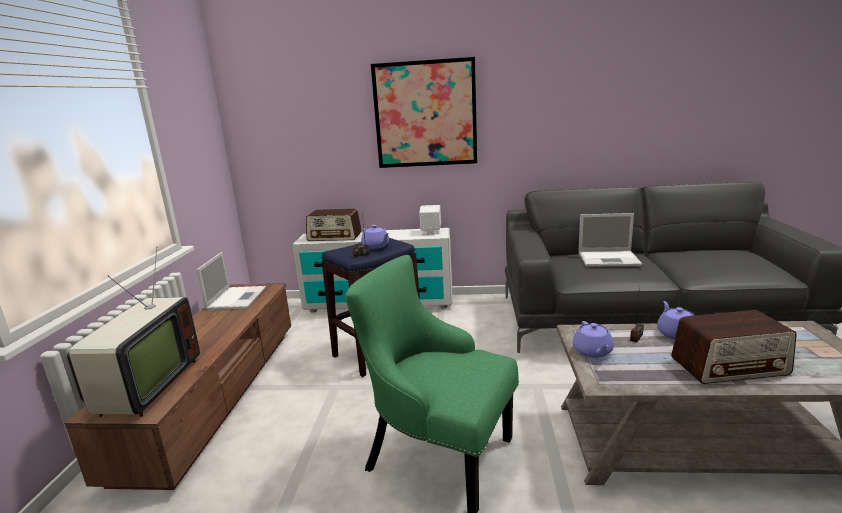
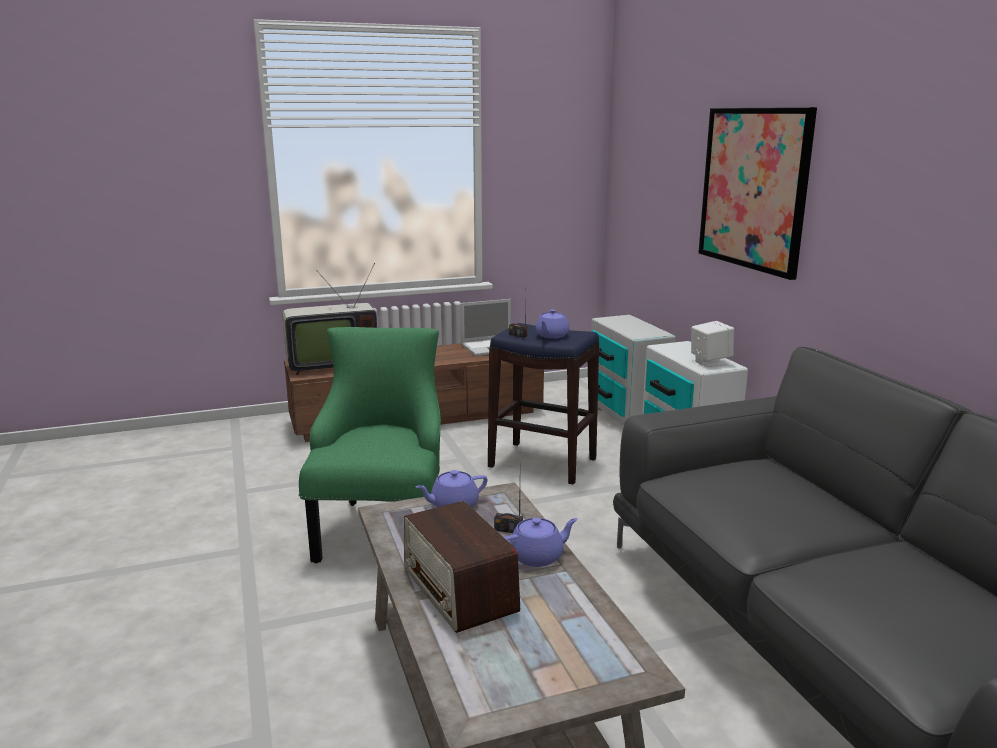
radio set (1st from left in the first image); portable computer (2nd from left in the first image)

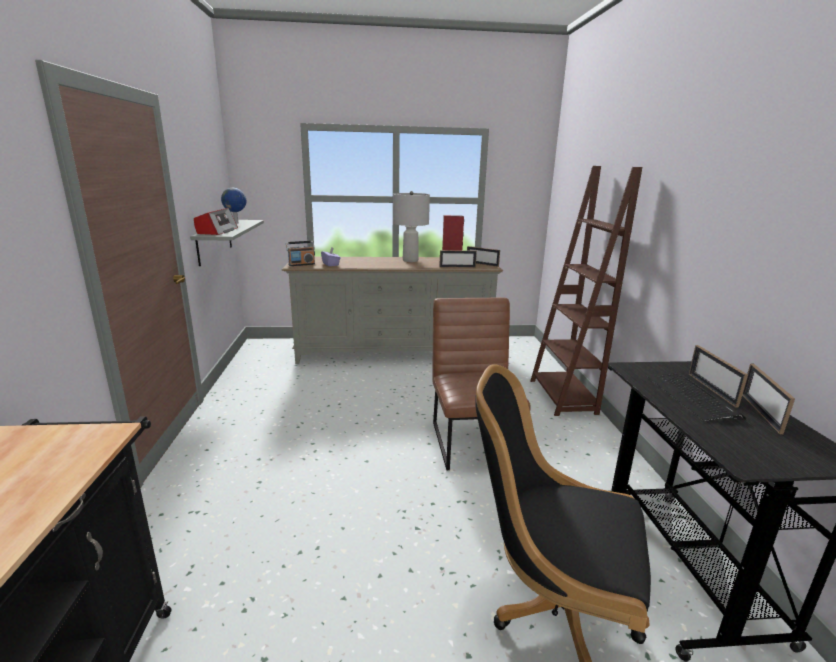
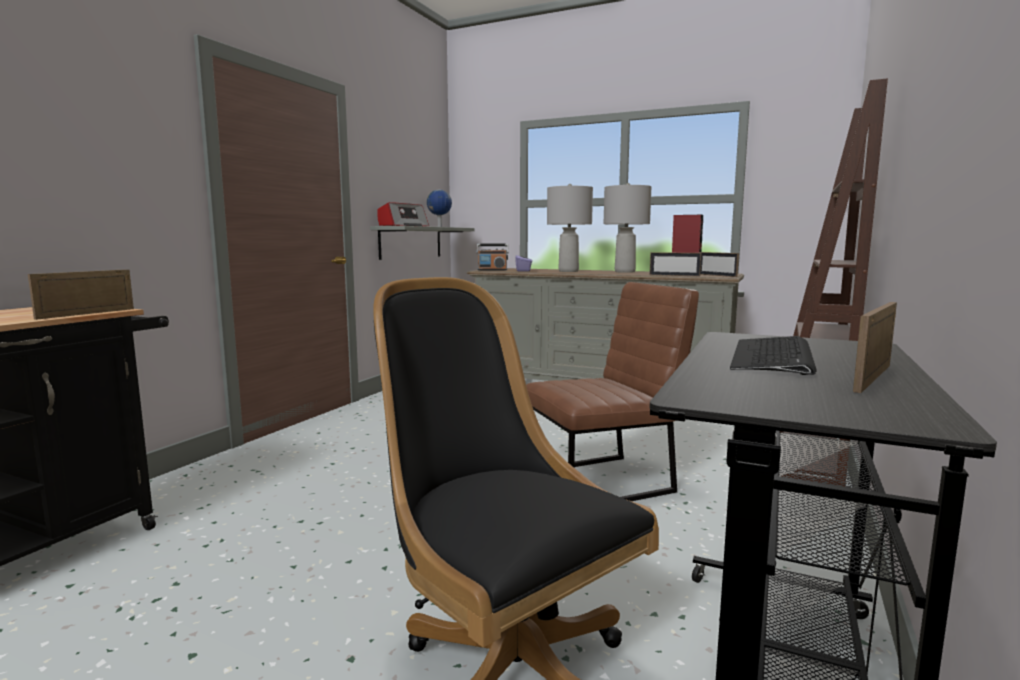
upright chair (brownish); picture frame (1st from left); lamp for a table (grey) (1st from left)

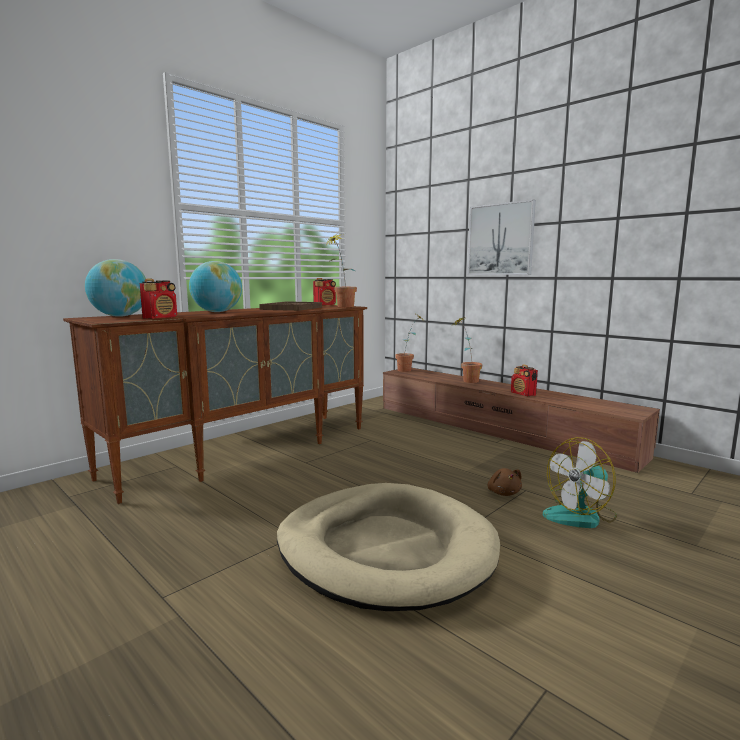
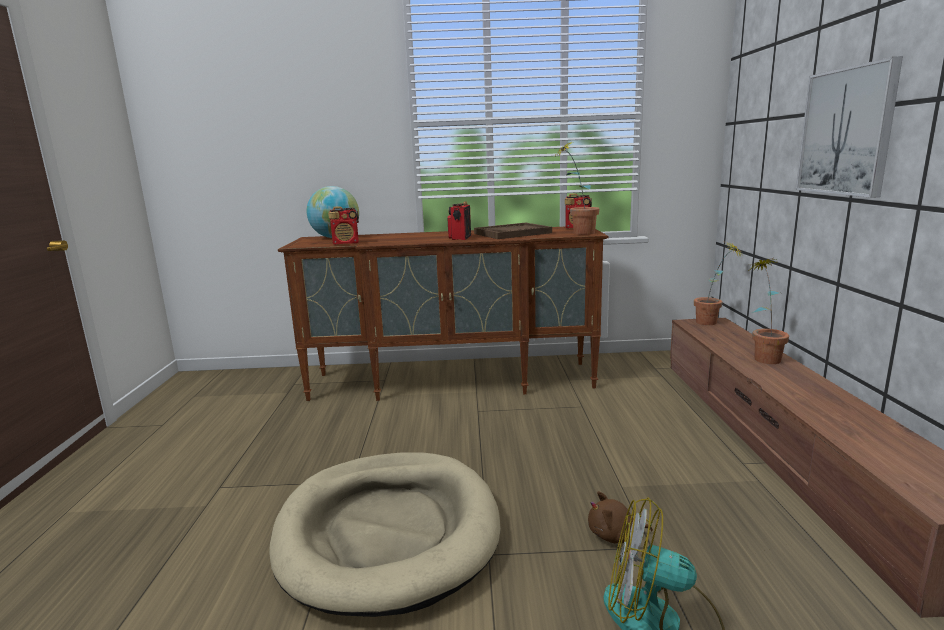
world globe (2nd from left in the first image); radio set (2nd from left); cuddly toy (brownish)

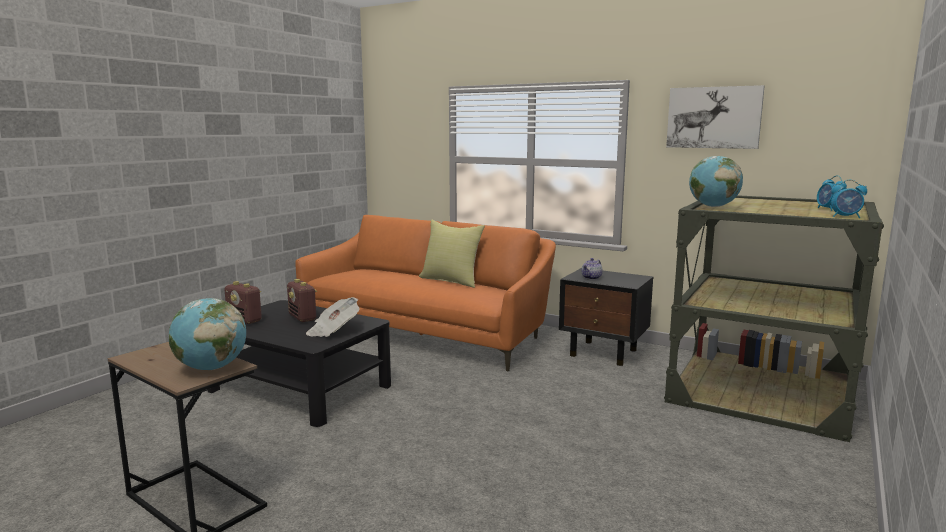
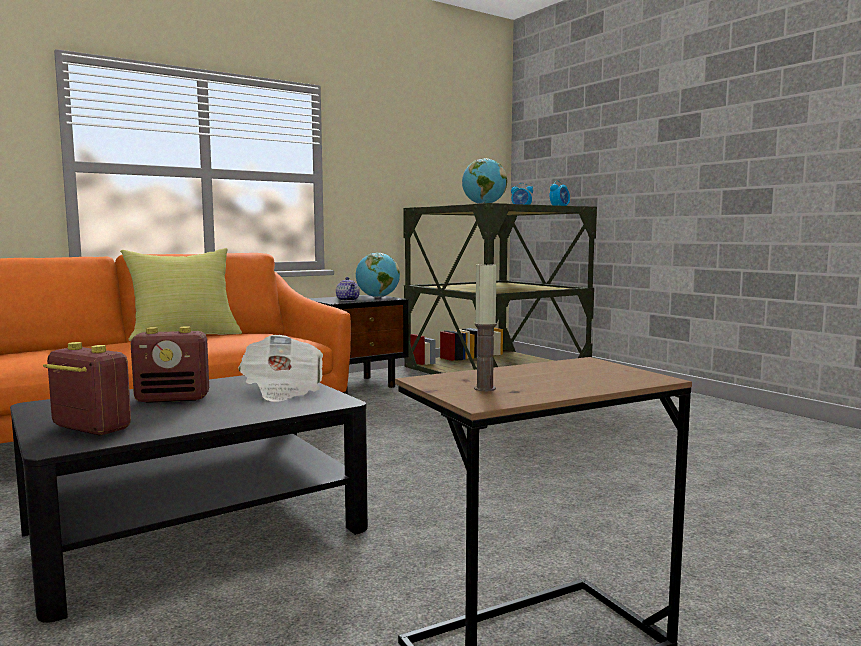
picture; radio set (1st from left); world globe (1st from left); wax light

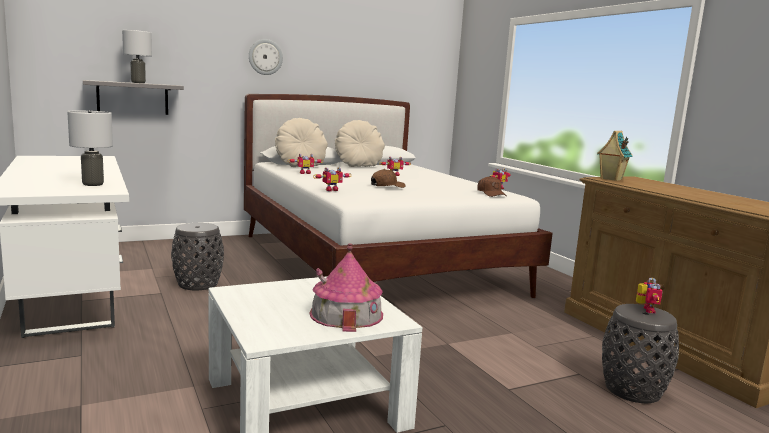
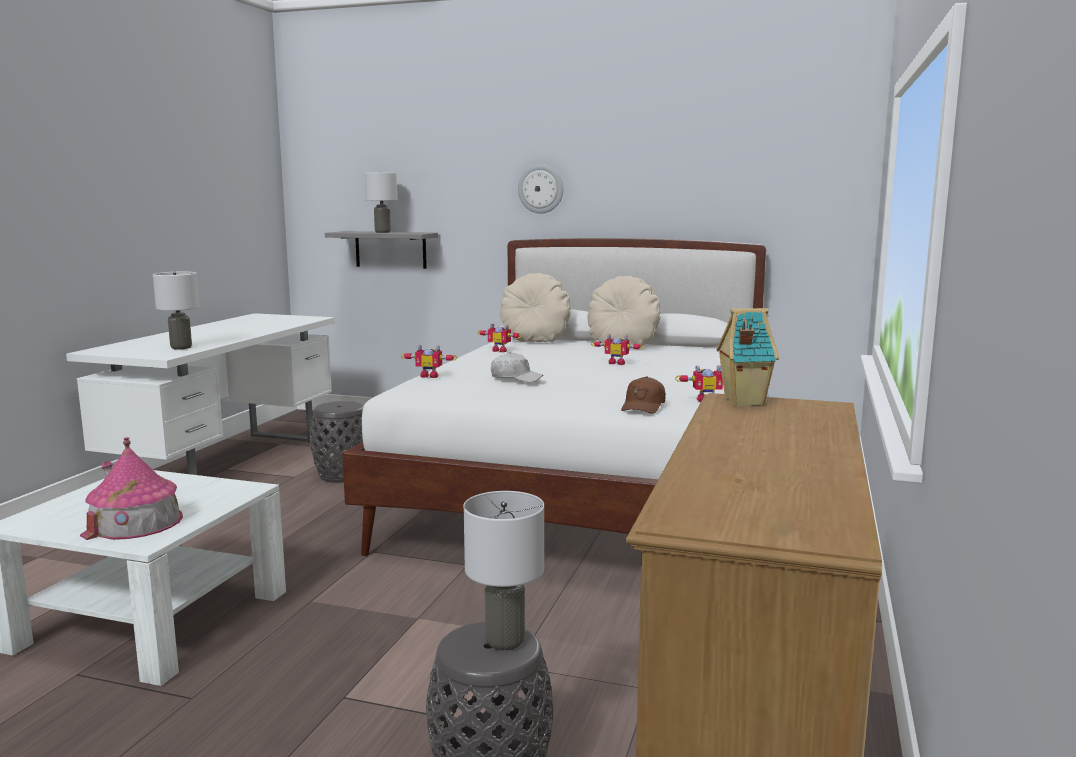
cap (whitish); lamp for a table (whitish) (3rd from left)

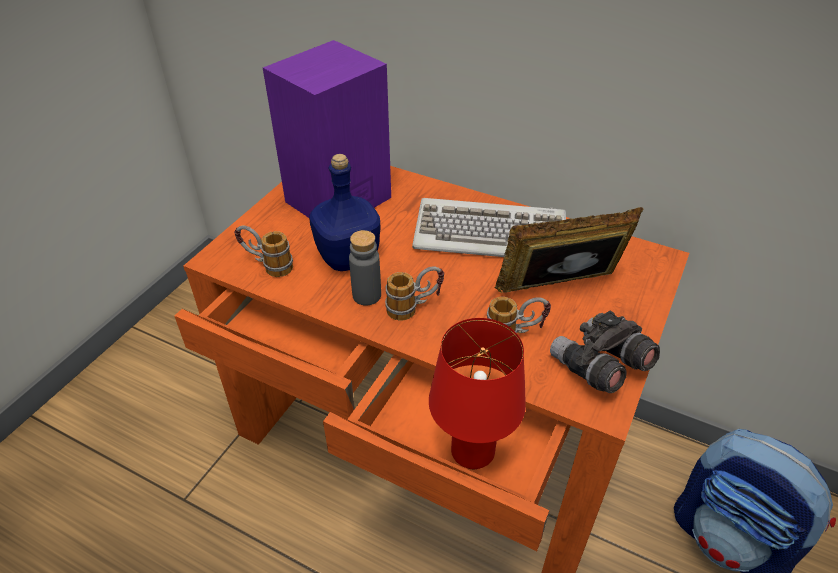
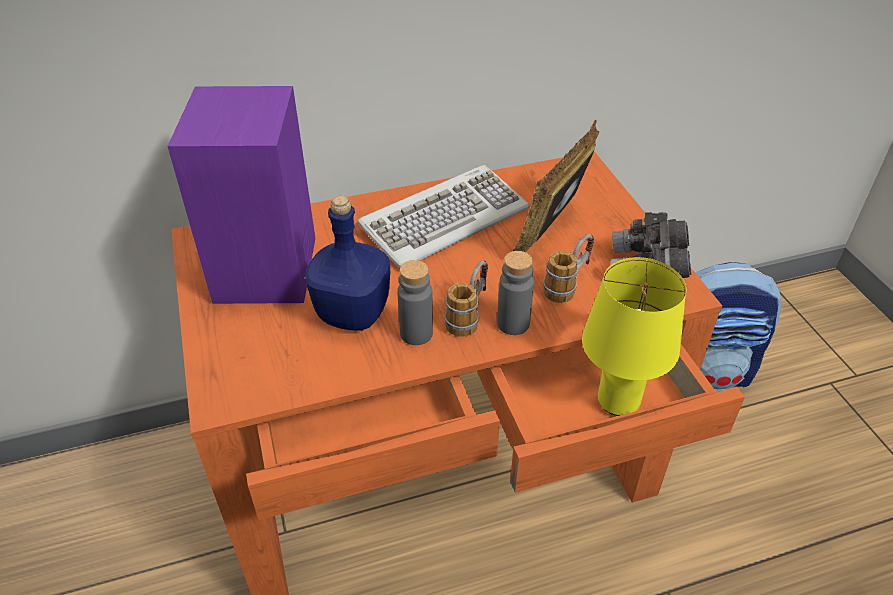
mug (1st from left in the first image); lamp for a table (yellow-coloured); beverage bottle (grey) (2nd from left)

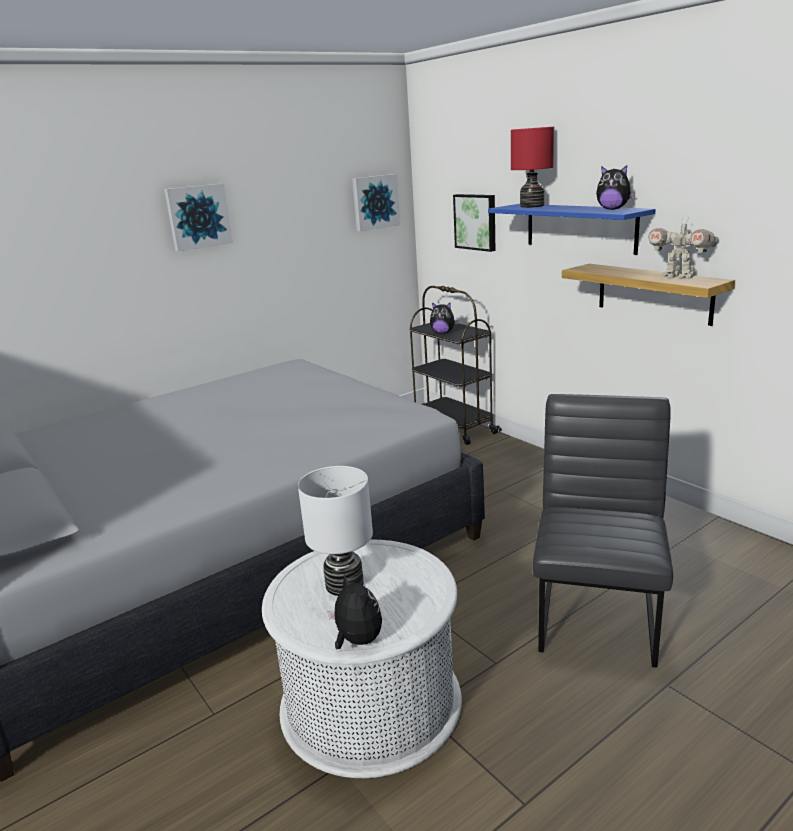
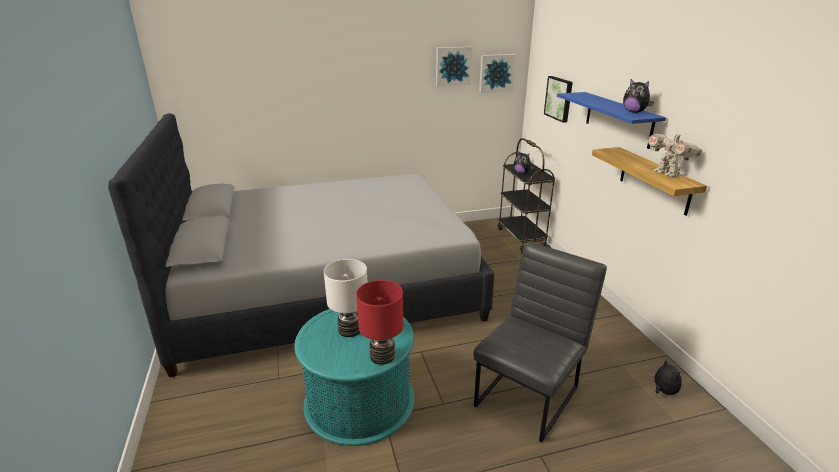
lamp for a table (reddish); picture (1st from left); coffee table (turquoise-coloured); cuddly toy (3rd from left)

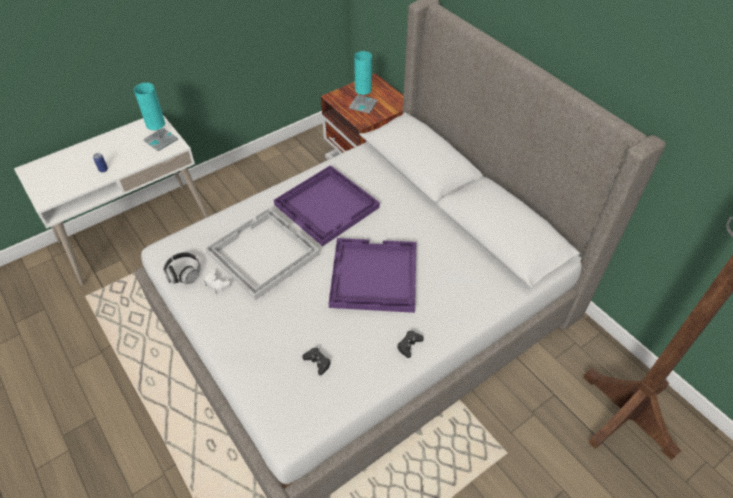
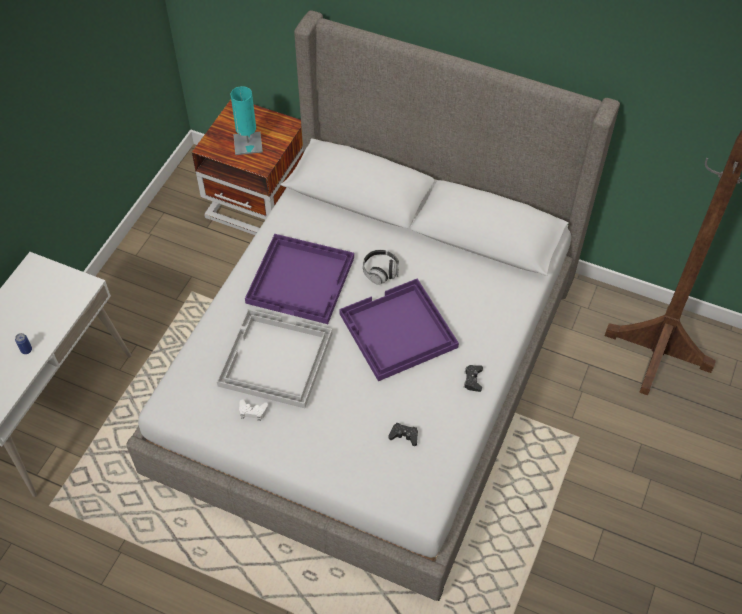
lamp for a table (turquoise-coloured) (1st from left in the first image); headset

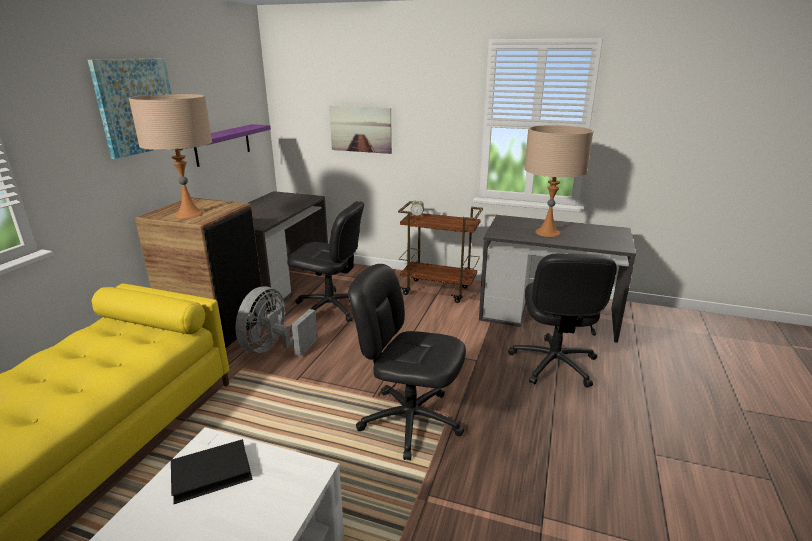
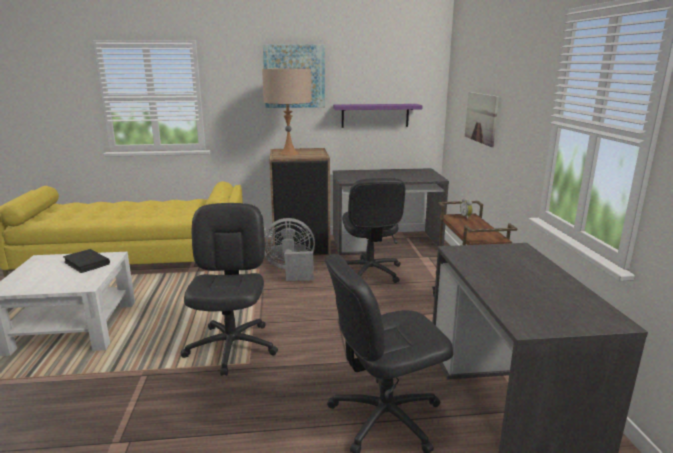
lamp for a table (beige) (2nd from left in the first image)

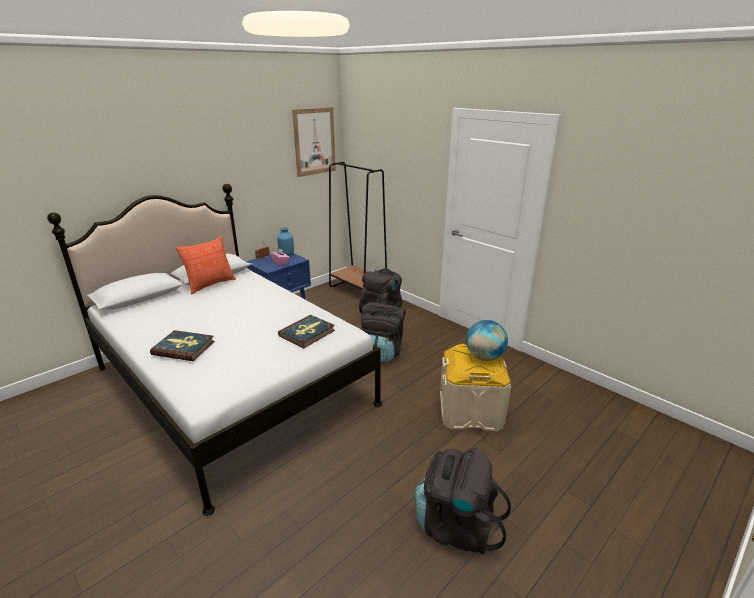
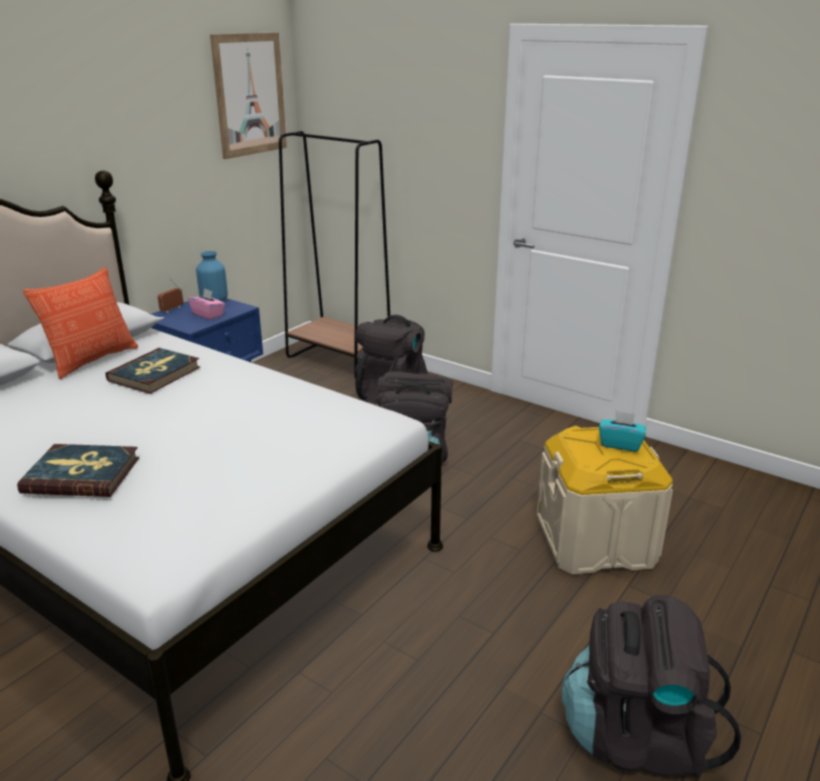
book (2nd from left); tissue holder (turquoise-coloured)

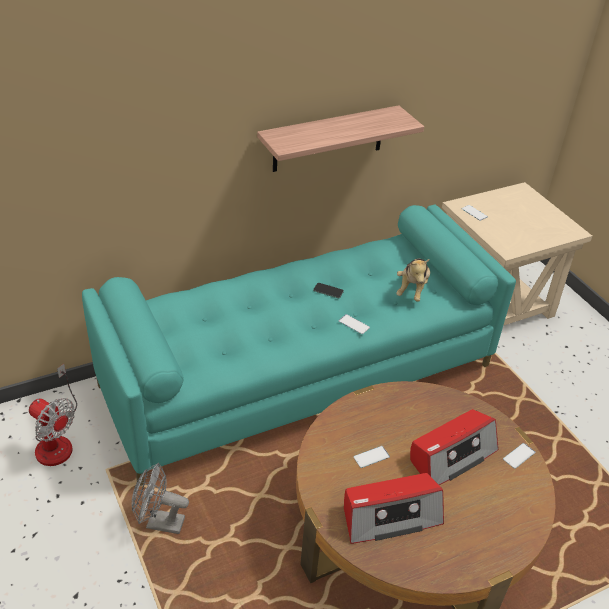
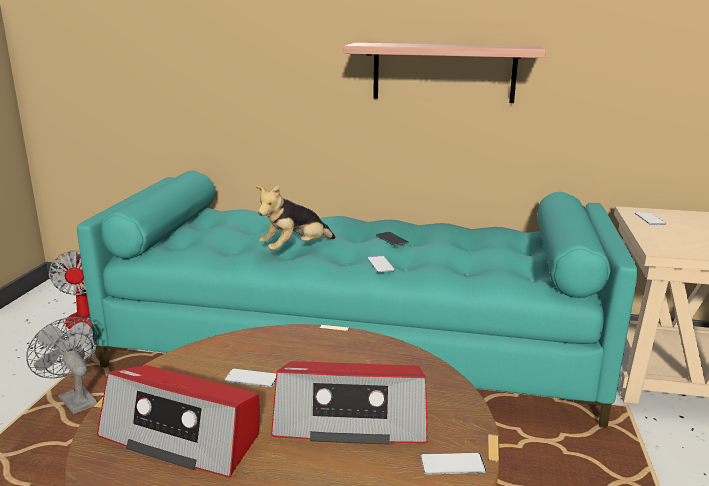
cuddly toy

